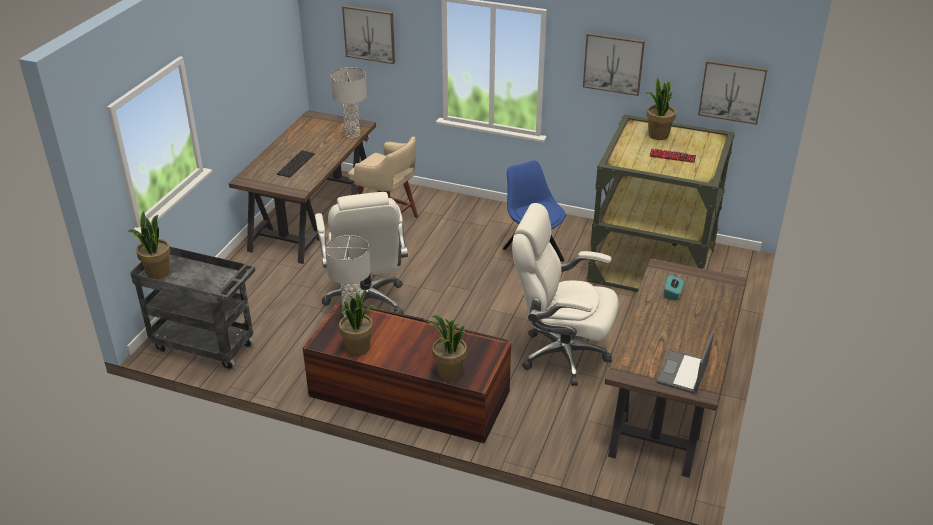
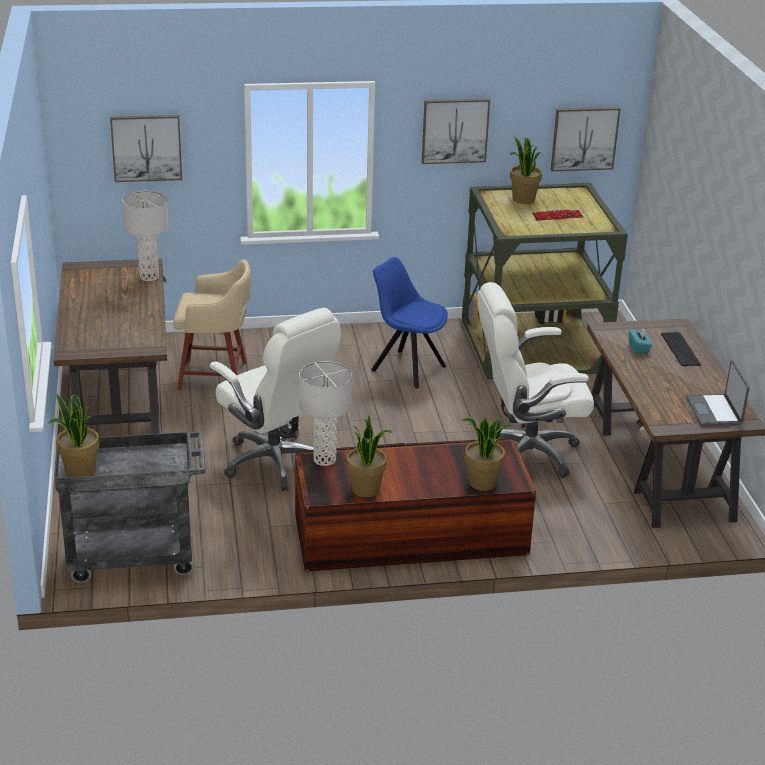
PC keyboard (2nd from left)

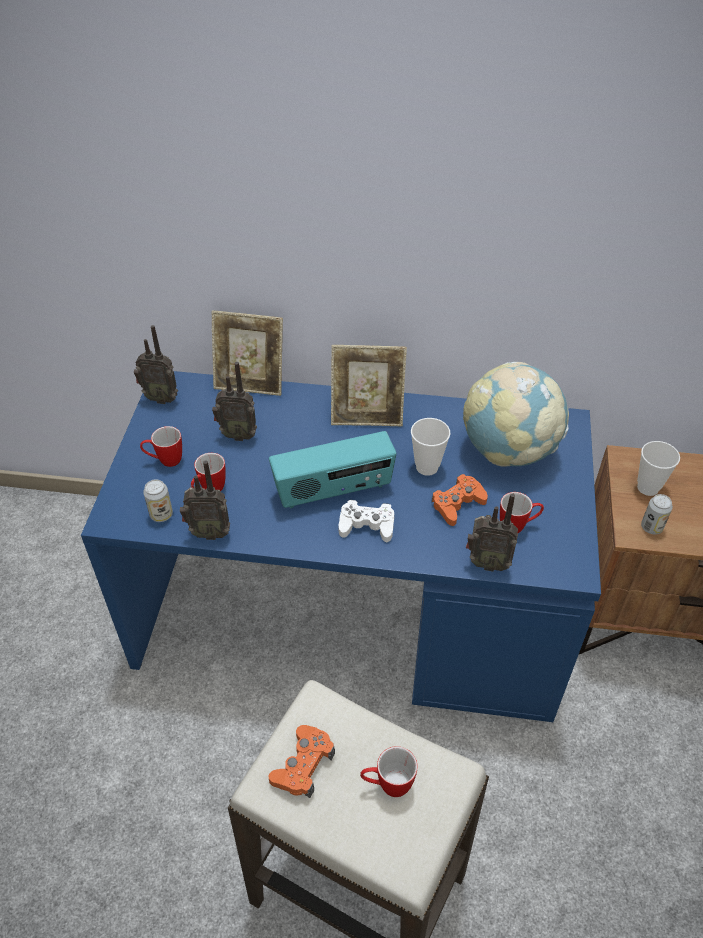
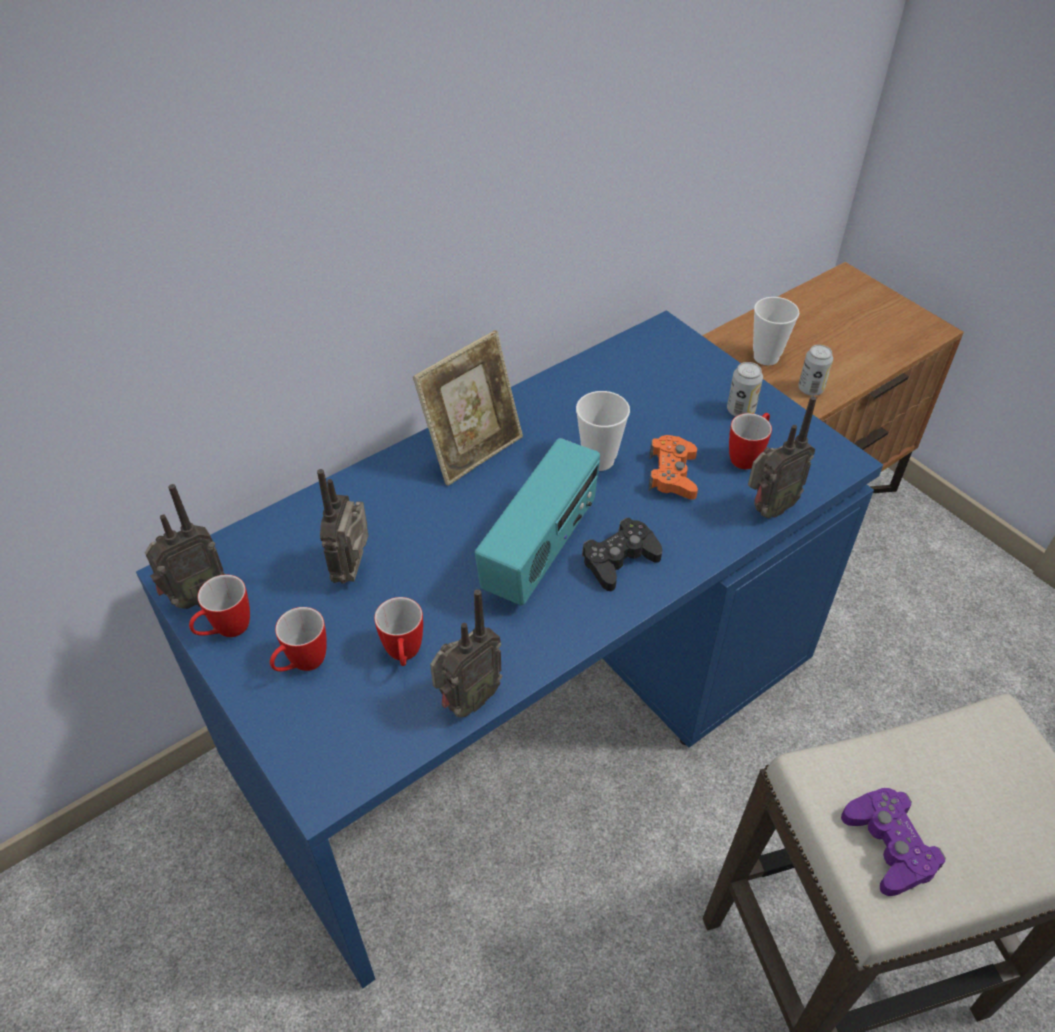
picture frame (1st from left in the first image); radio set (2nd from left); world globe; sealed can (1st from left); joypad (blackish); joypad (purple); mug (1st from left)

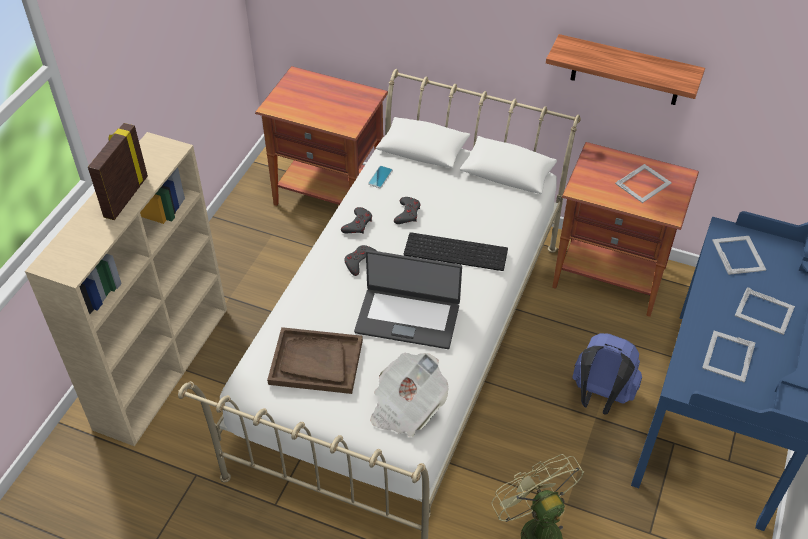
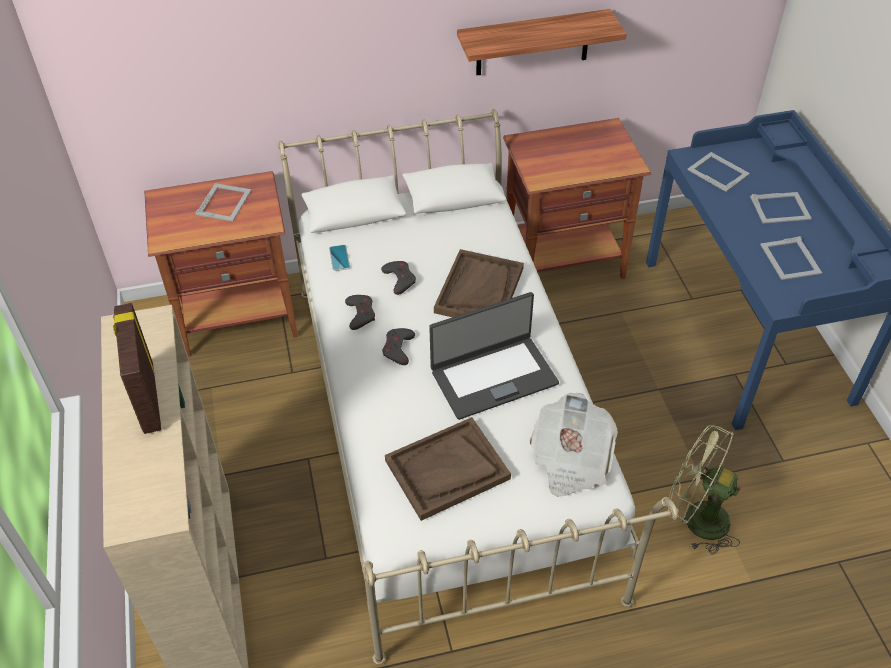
picture frame (2nd from left); tray (brownish) (2nd from left); knapsack (blue)

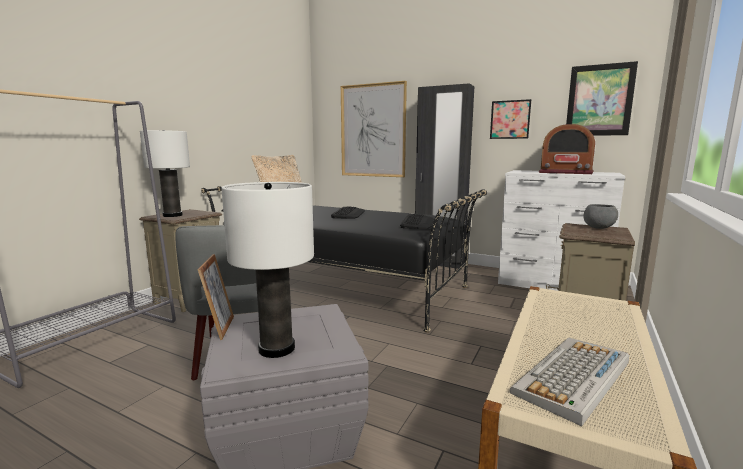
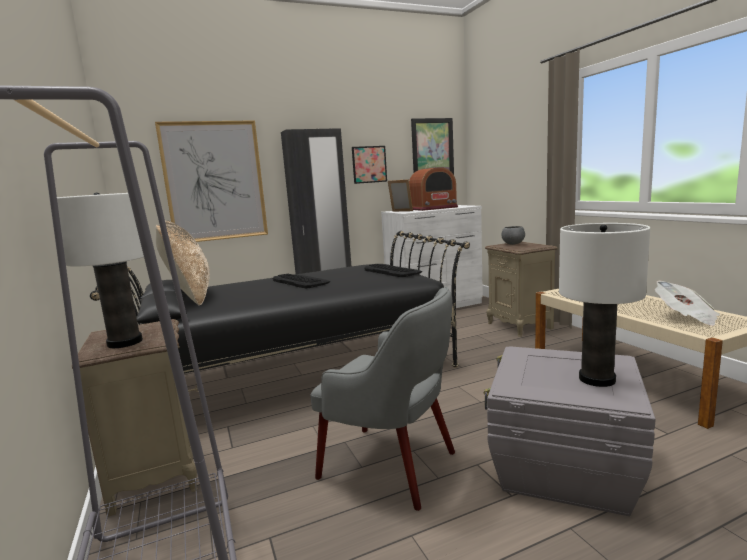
picture frame; printed paper

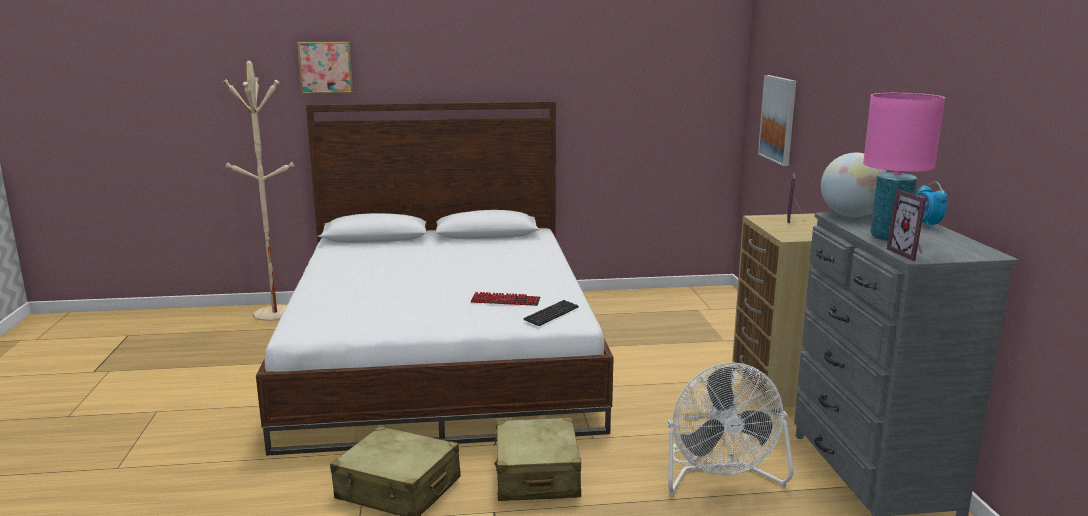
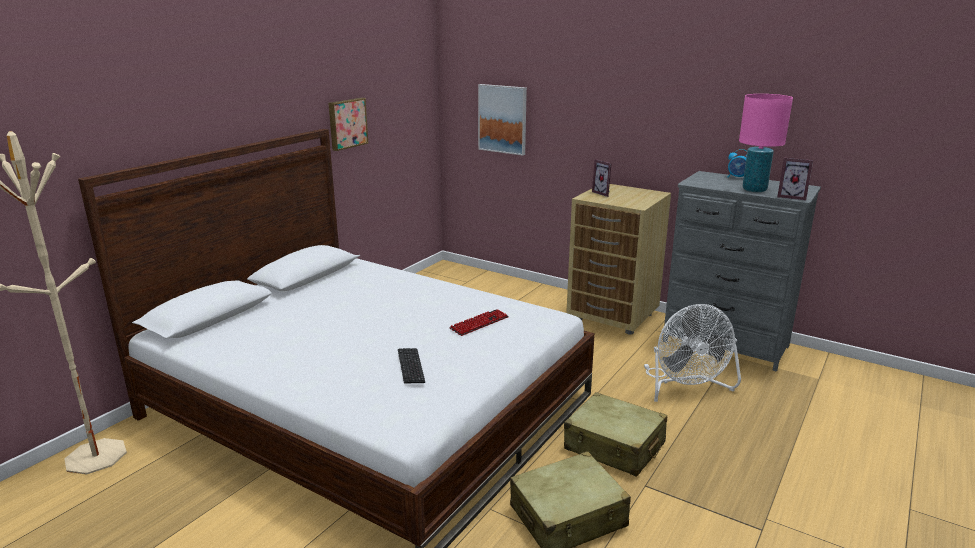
picture (1st from left); world globe; PC keyboard (1st from left); cooling fan (whitish)

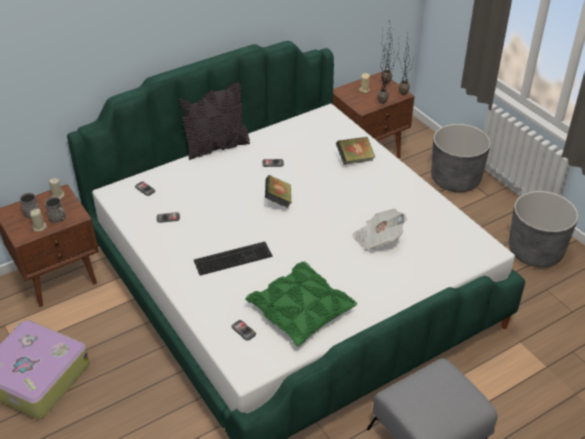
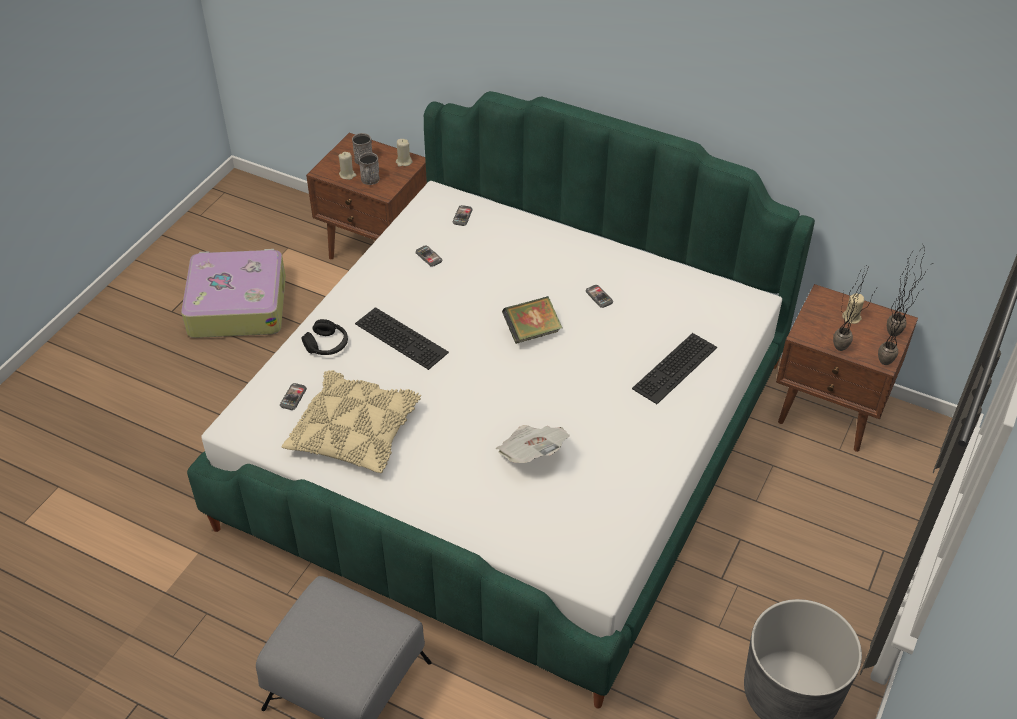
cushion (blackish); plant pot (grey) (1st from left in the first image); PC keyboard (2nd from left); cushion (beige); headset (blackish)

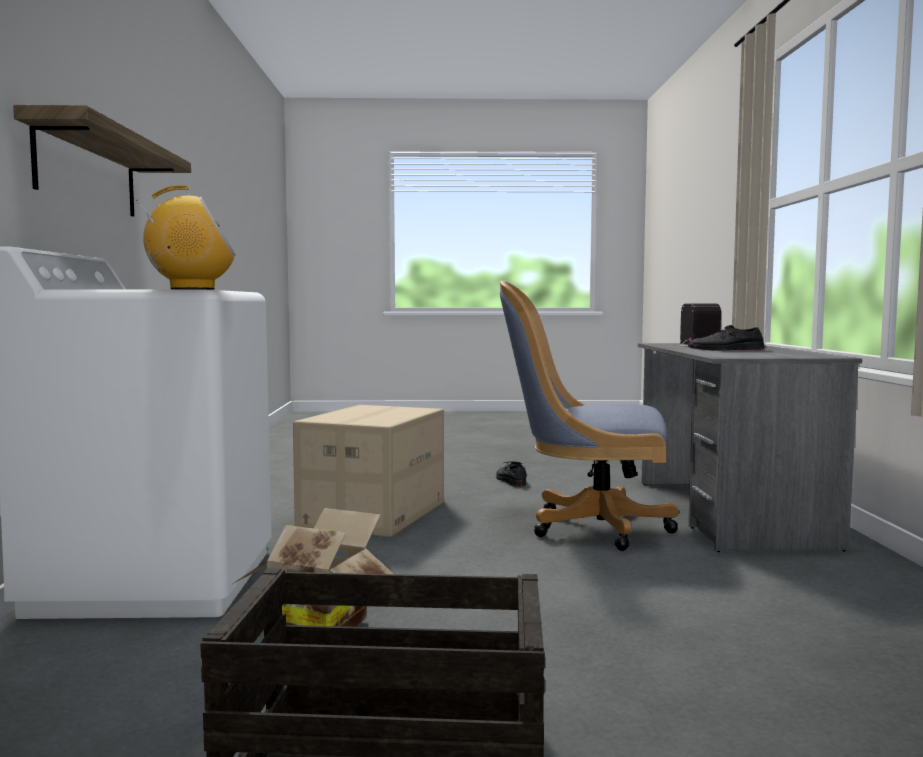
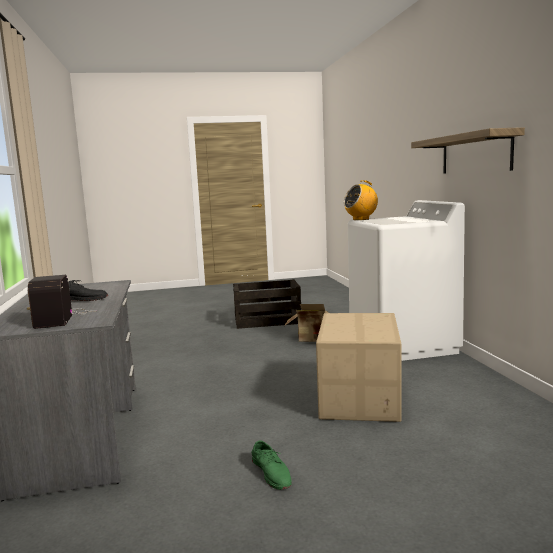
computer chair (blue); low shoe (greenish)

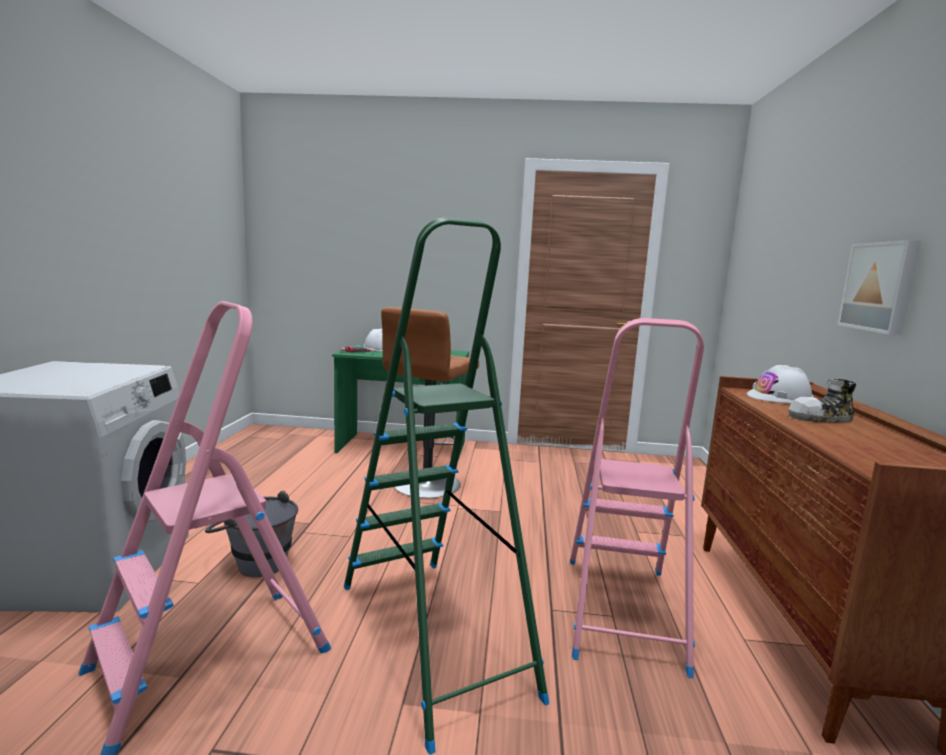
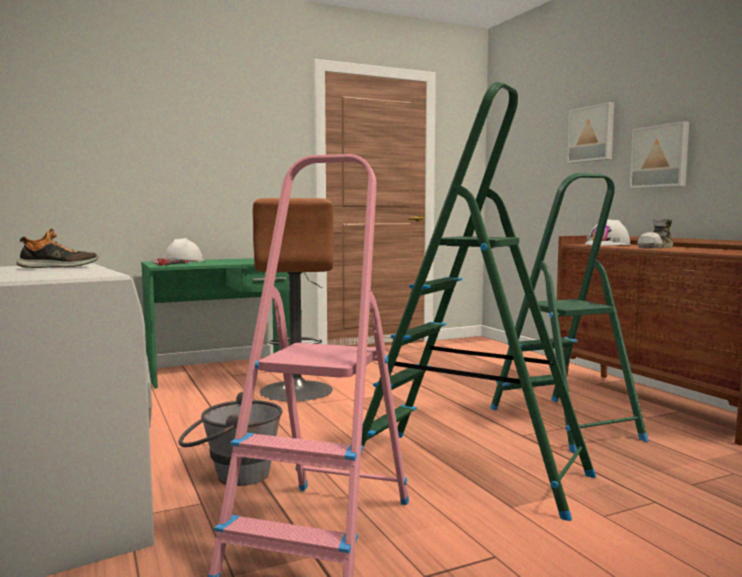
step stool (greenish) (2nd from left); picture (1st from left); low shoe (1st from left)

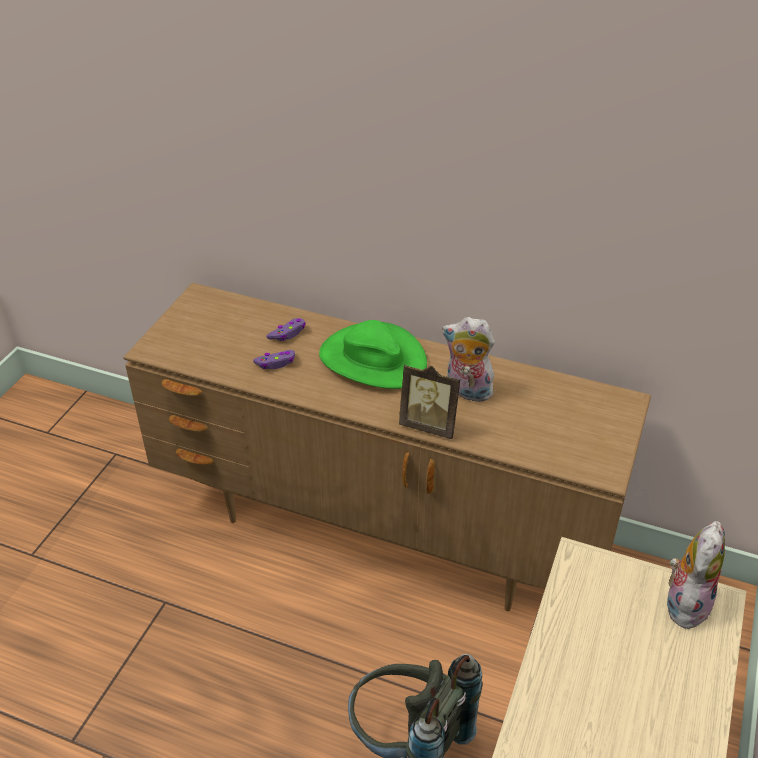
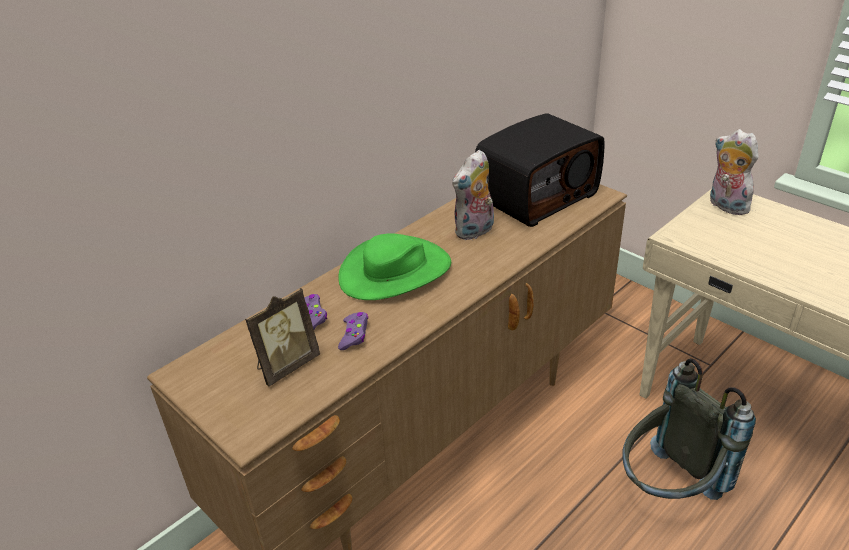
picture frame; radio set

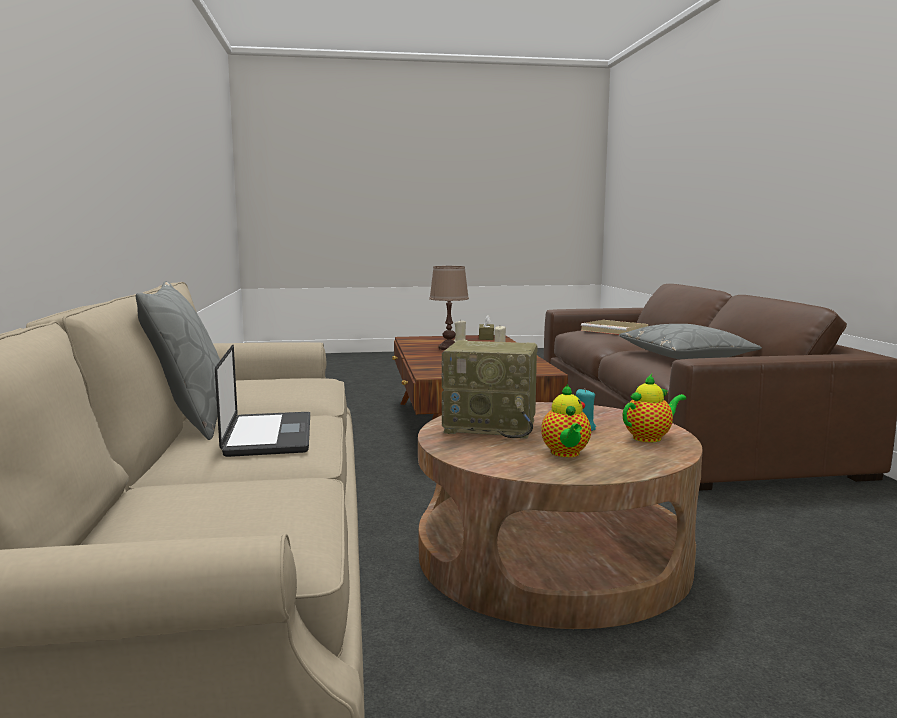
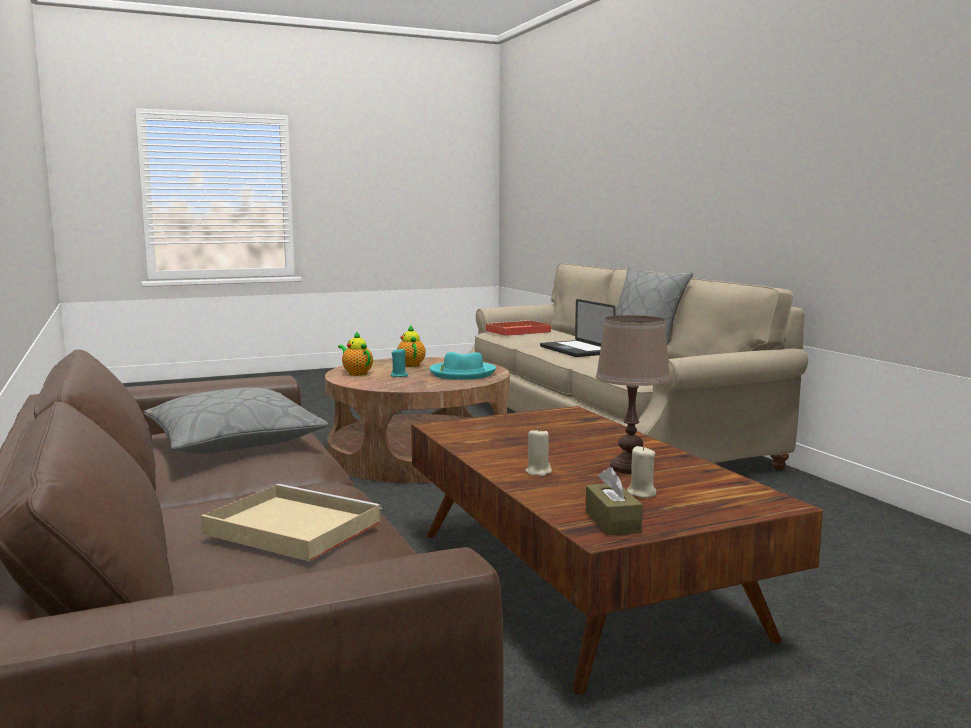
wearable hat (turquoise-coloured); tea pot (1st from left); tray (reddish)

